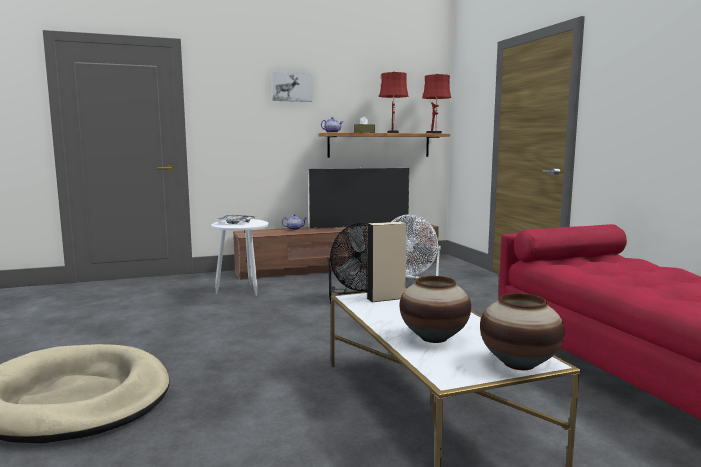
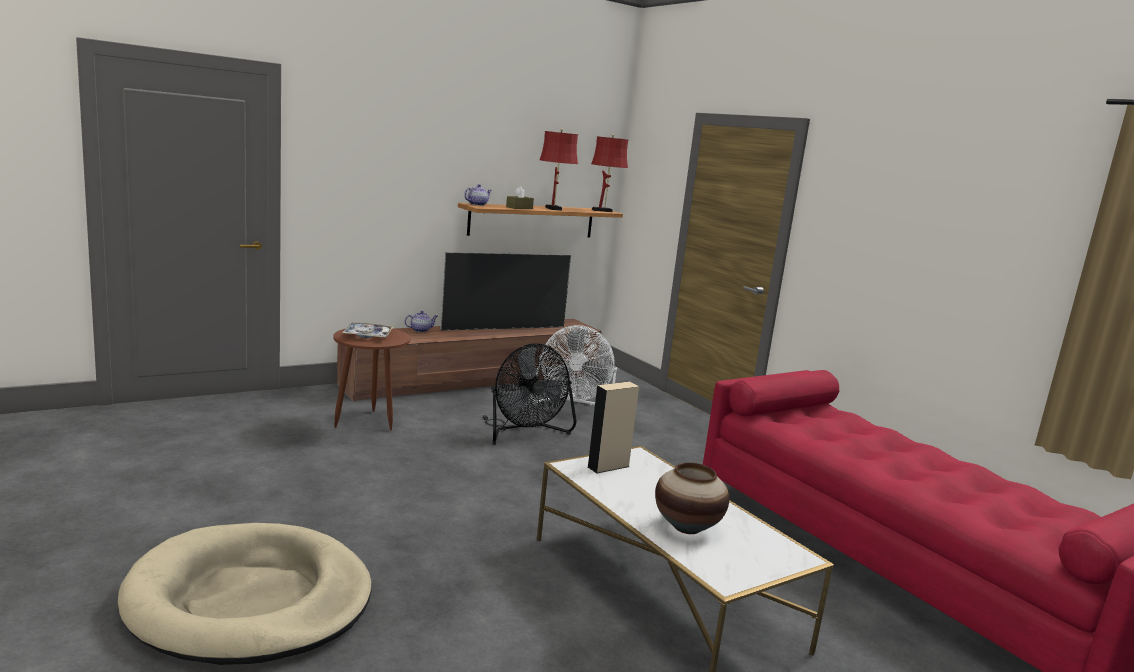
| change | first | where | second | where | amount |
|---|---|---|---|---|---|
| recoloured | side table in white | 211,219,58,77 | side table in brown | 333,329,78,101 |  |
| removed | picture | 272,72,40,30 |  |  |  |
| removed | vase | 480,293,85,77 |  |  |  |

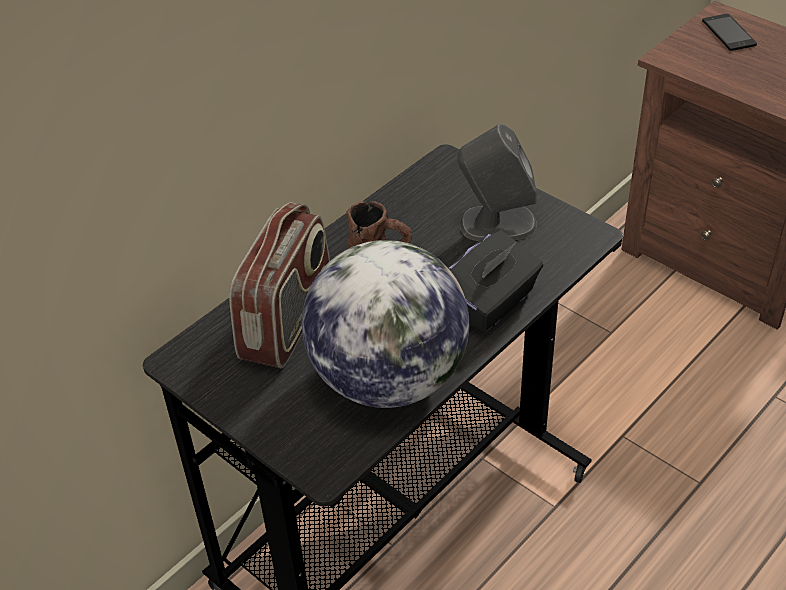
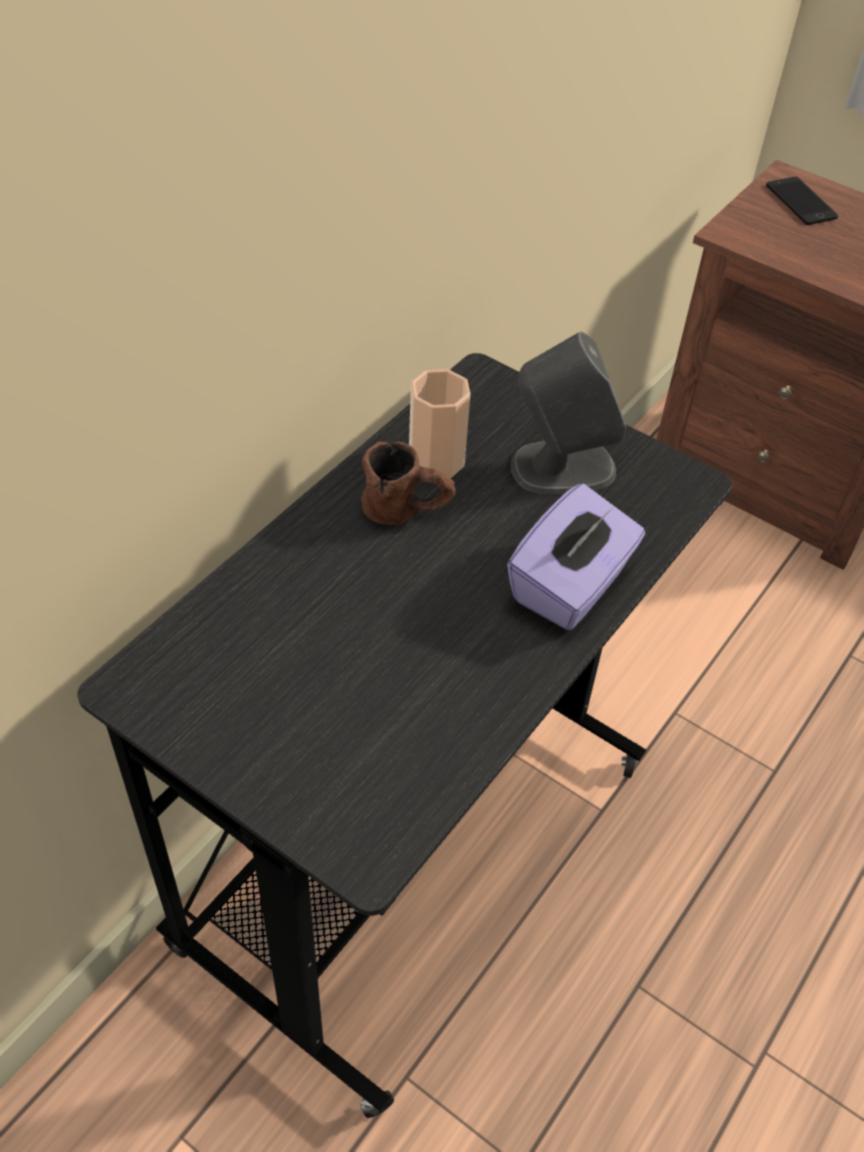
| change | first | where | second | where | amount |
|---|---|---|---|---|---|
| added |  |  | cup | 409,369,61,109 |  |
| recoloured | tissue box in black | 449,230,94,102 | tissue box in purple | 507,483,138,147 |  |
| removed | radio | 229,202,101,167 |  |  |  |
| removed | globe | 302,240,167,168 |  |  |  |

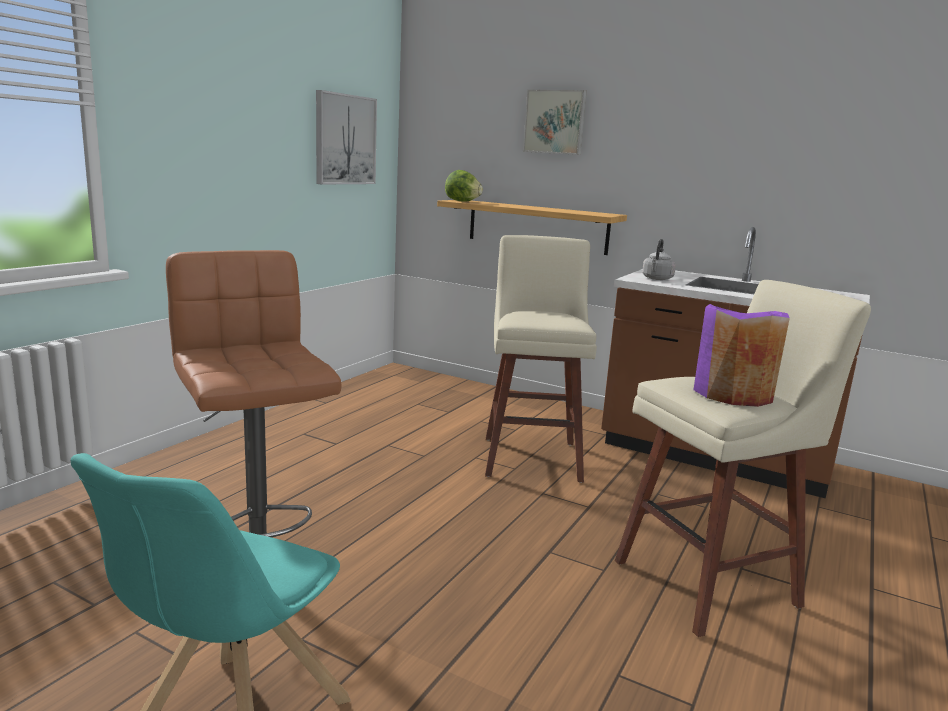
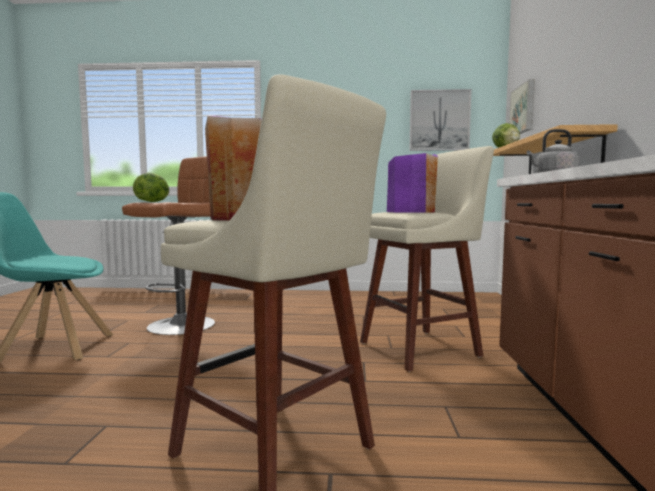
| change | first | where | second | where | amount |
|---|---|---|---|---|---|
| added |  |  | lettuce | 133,172,36,30 |  |
| added |  |  | vase in purple | 387,153,51,60 |  |
| moved | picture | 523,89,64,66 |  | 509,80,26,54 |  |

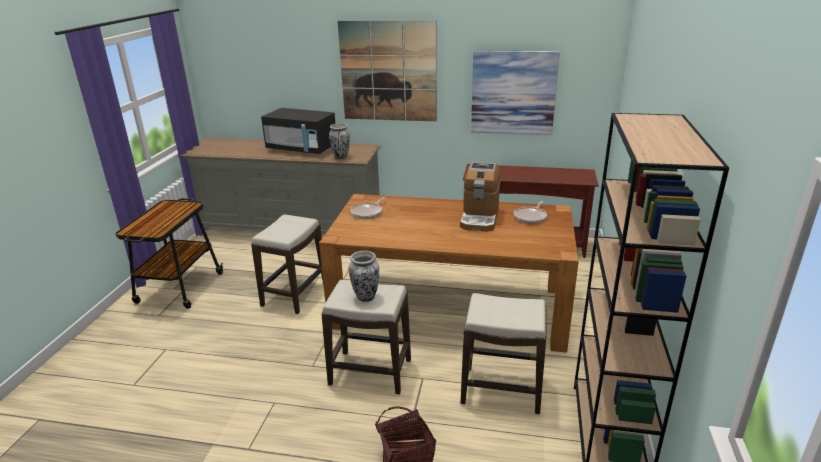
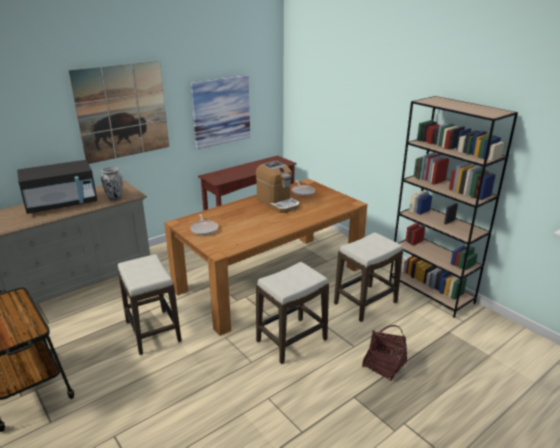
| change | first | where | second | where | amount |
|---|---|---|---|---|---|
| removed | vase | 349,251,30,51 |  |  |  |

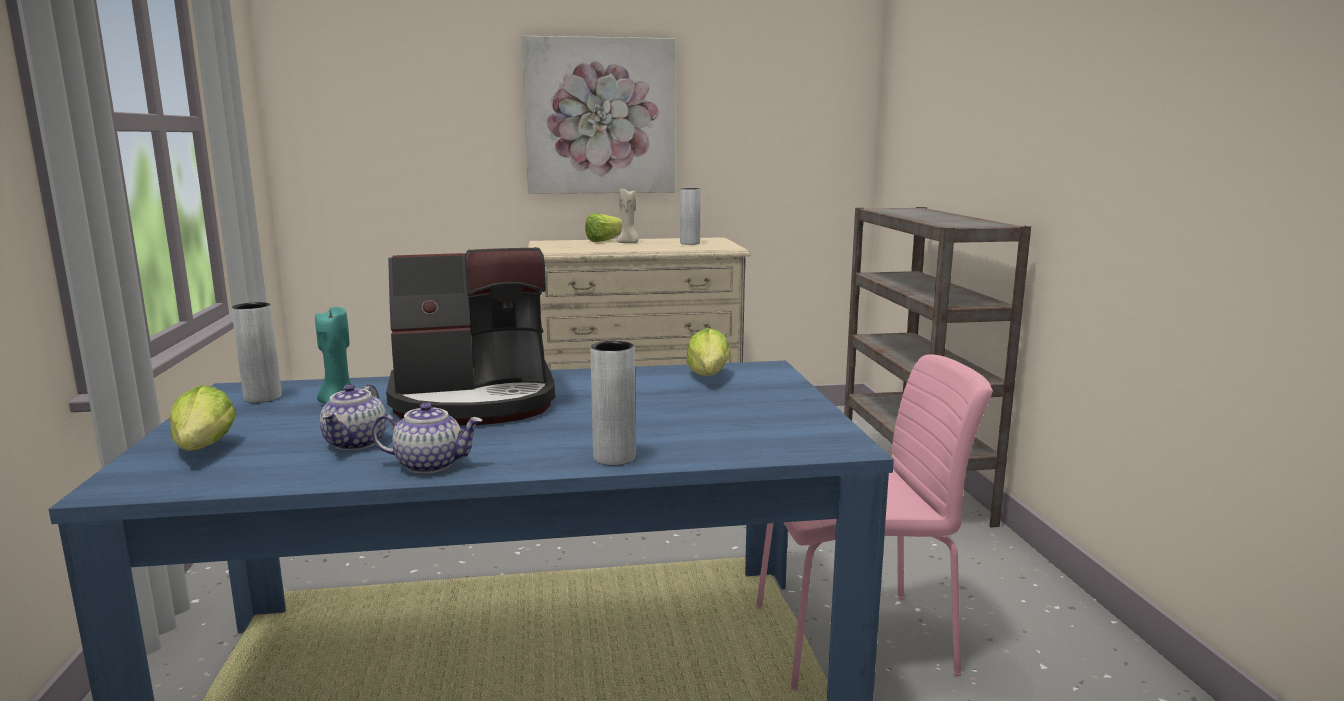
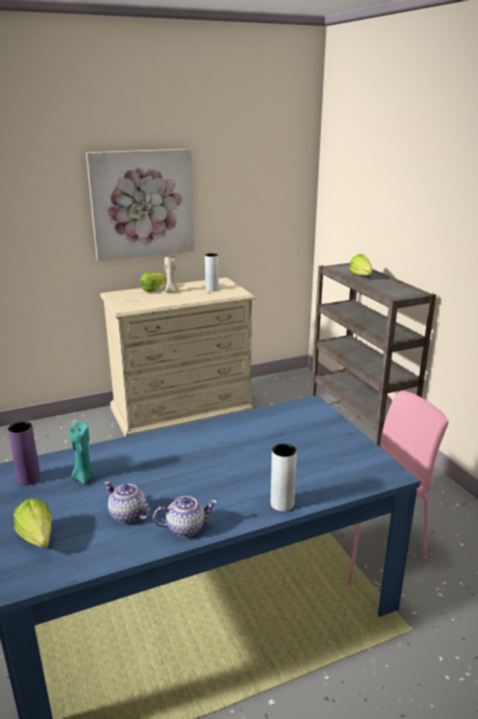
| change | first | where | second | where | amount |
|---|---|---|---|---|---|
| recoloured | vase in grey | 231,302,51,101 | vase in purple | 8,421,33,64 |  |
| turned | teapot | 320,384,67,66 |  | 104,481,46,43 | 135 degrees clockwise |
| moved | lettuce | 686,328,45,48 |  | 349,254,23,22 |  |
| removed | coffee machine | 386,247,169,179 |  |  |  |

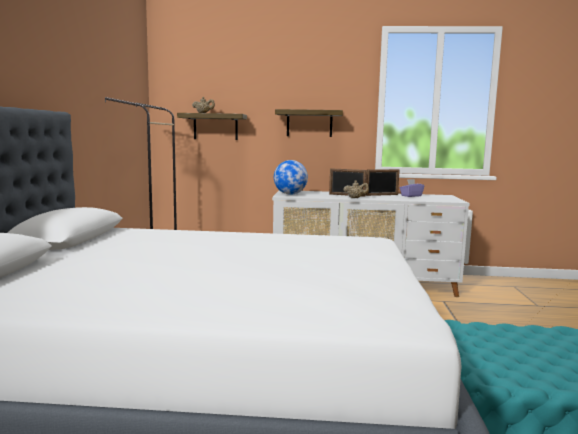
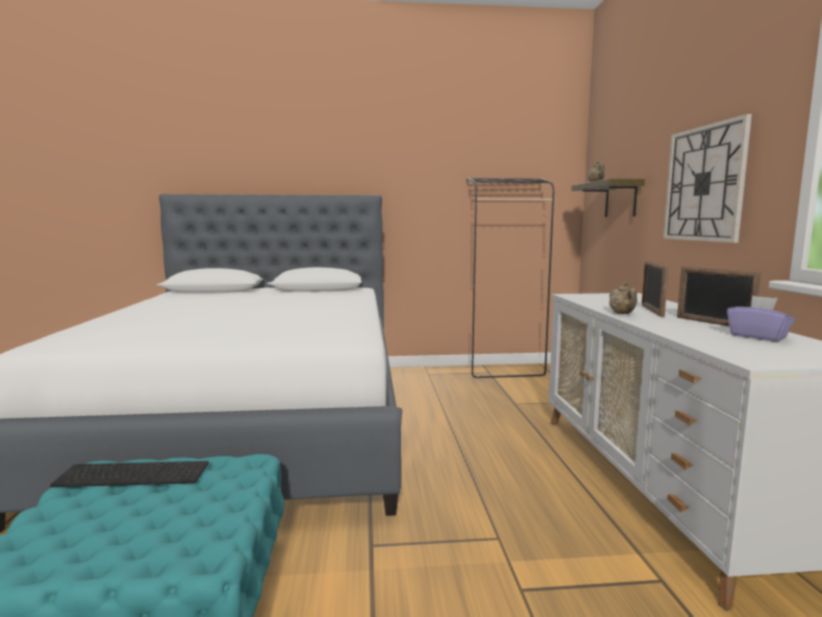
| change | first | where | second | where | amount |
|---|---|---|---|---|---|
| added |  |  | keyboard | 50,461,159,26 |  |
| replaced | shelf | 275,109,68,28 | wall clock | 663,114,89,129 |  |
| removed | globe | 274,160,34,35 |  |  |  |

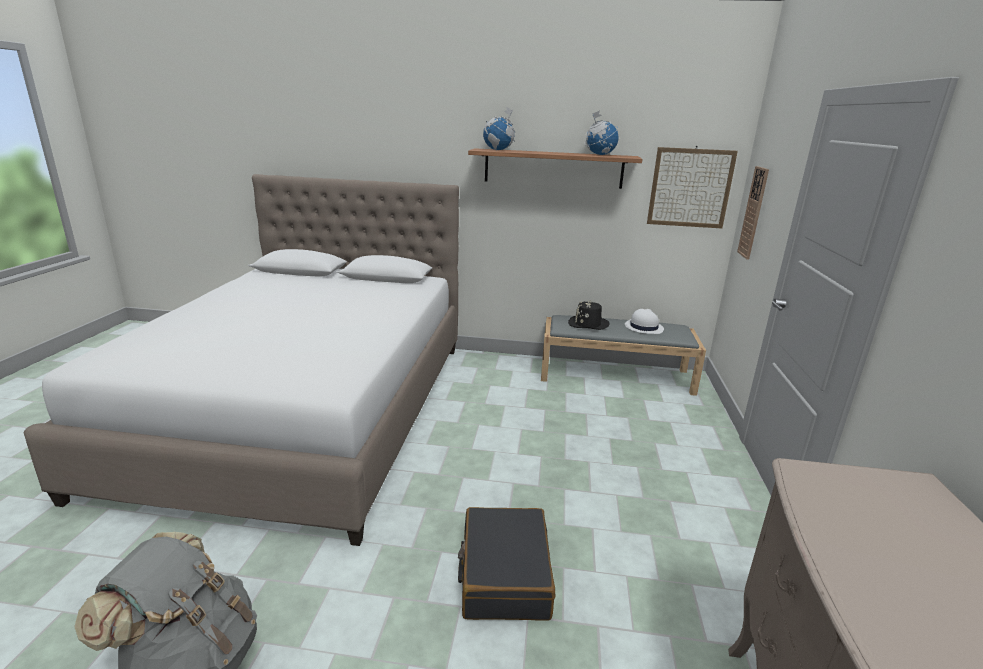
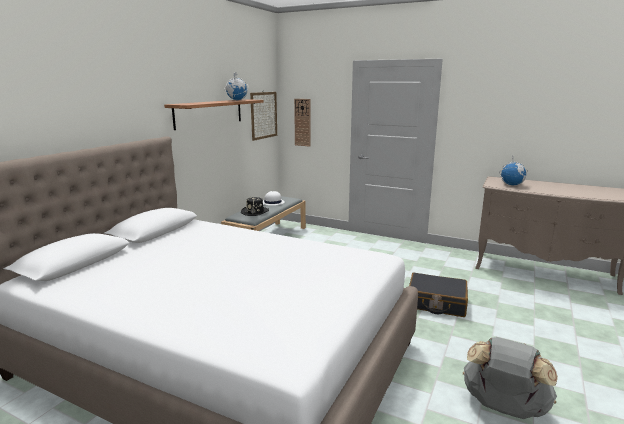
| change | first | where | second | where | amount |
|---|---|---|---|---|---|
| moved | globe | 483,107,32,43 |  | 499,155,29,31 |  |

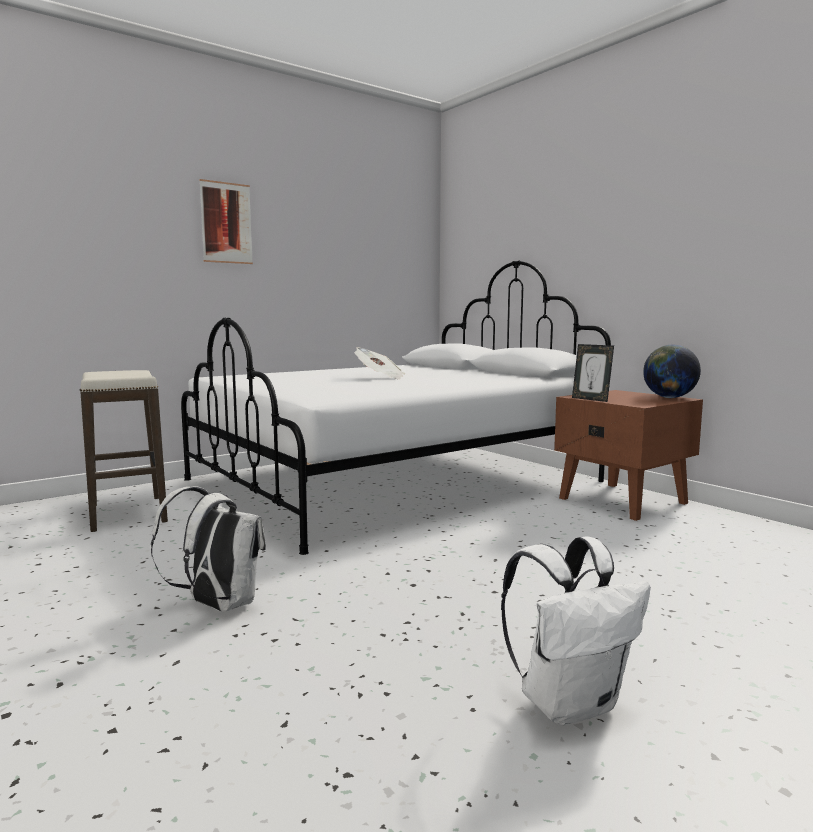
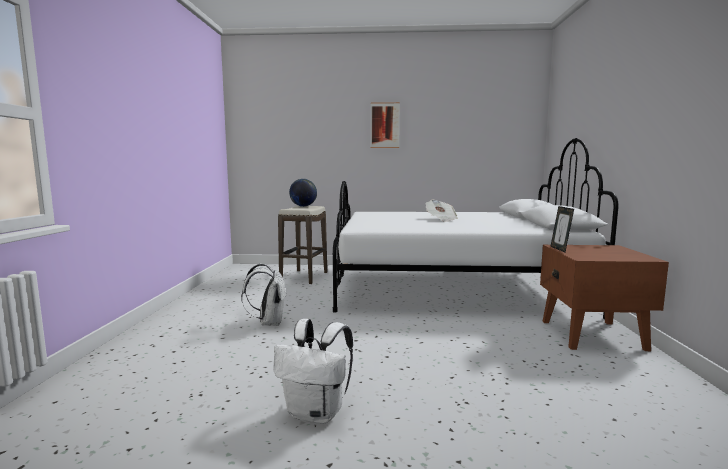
| change | first | where | second | where | amount |
|---|---|---|---|---|---|
| moved | globe | 643,344,58,54 |  | 289,179,28,28 |  |

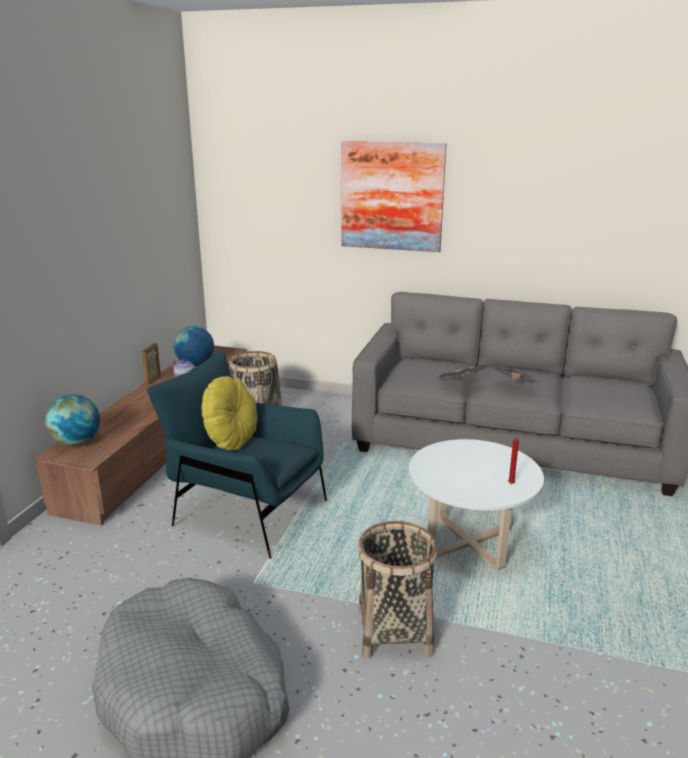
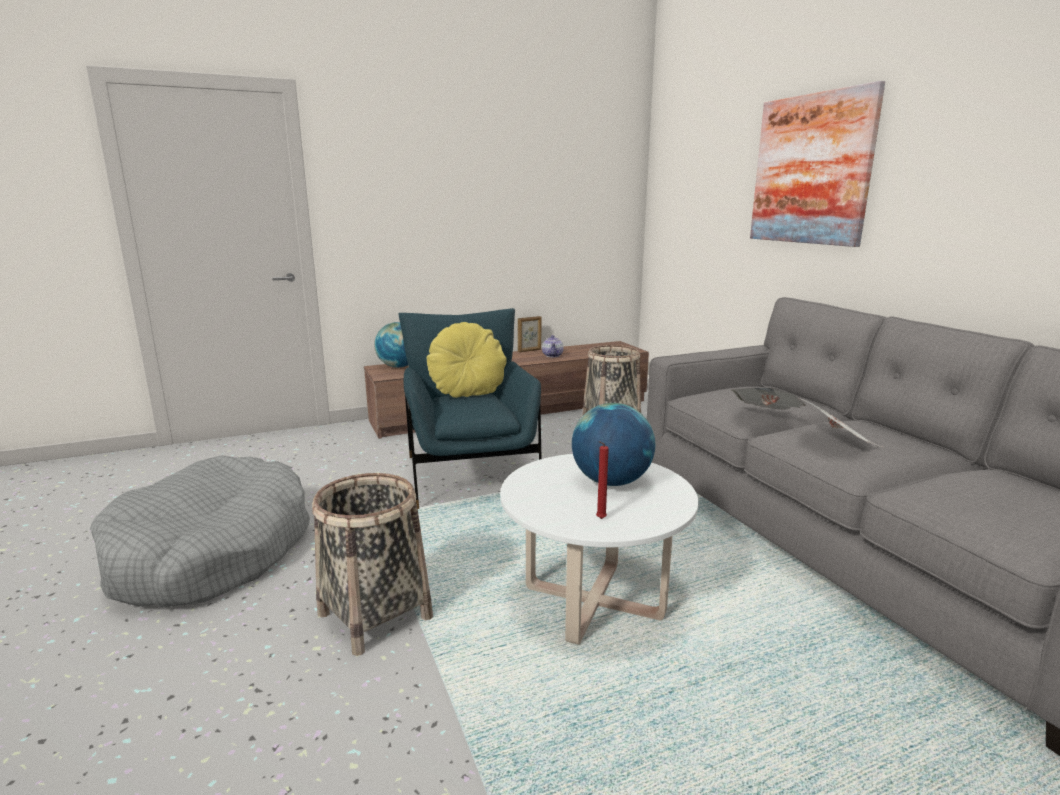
| change | first | where | second | where | amount |
|---|---|---|---|---|---|
| moved | globe | 174,326,40,40 |  | 572,403,83,83 |  |

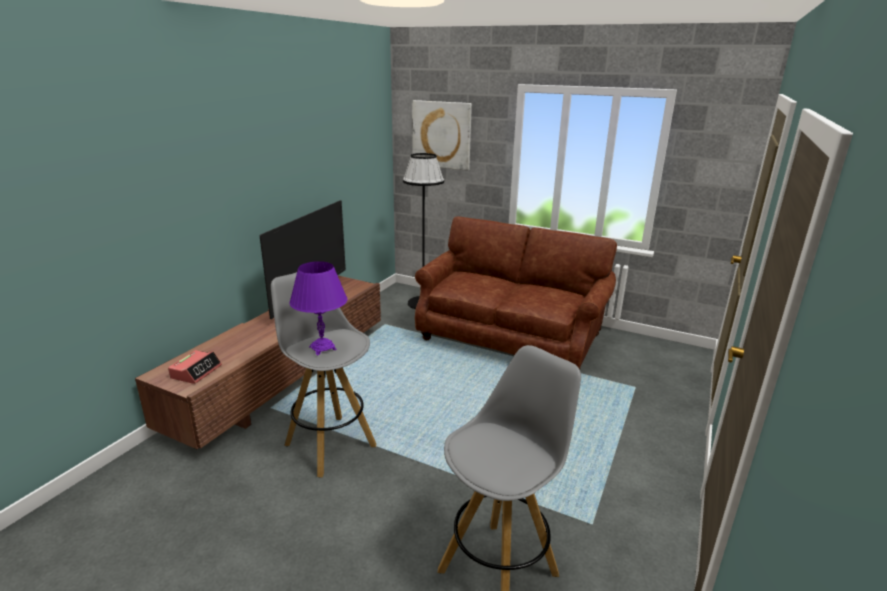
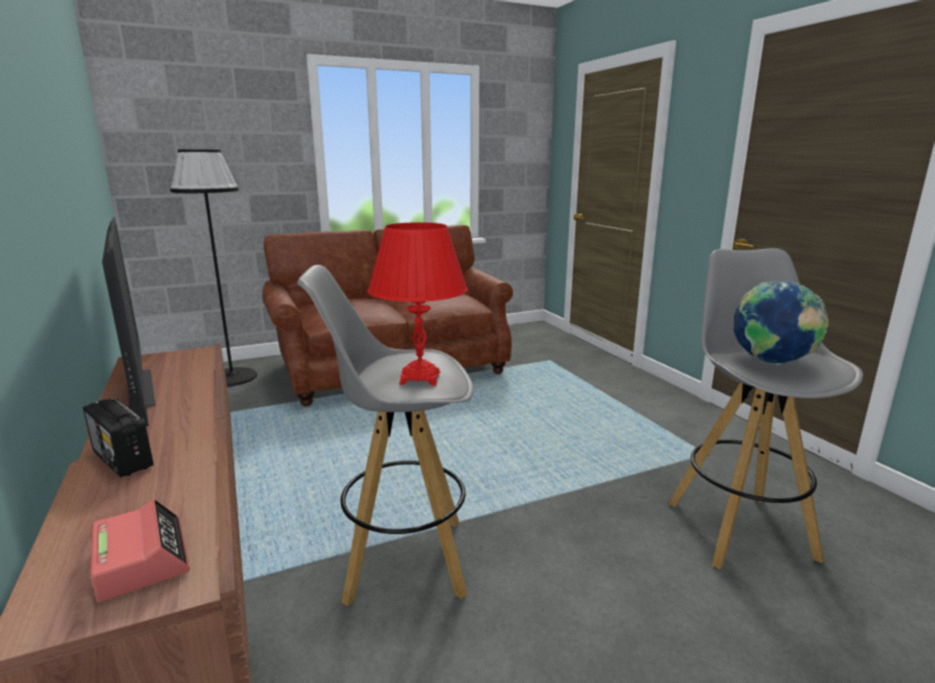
| change | first | where | second | where | amount |
|---|---|---|---|---|---|
| added |  |  | radio | 83,398,71,80 |  |
| recoloured | table lamp in purple | 289,261,58,95 | table lamp in red | 368,222,100,164 |  |
| added |  |  | globe | 734,281,94,84 |  |
| removed | picture | 412,100,60,71 |  |  |  |

